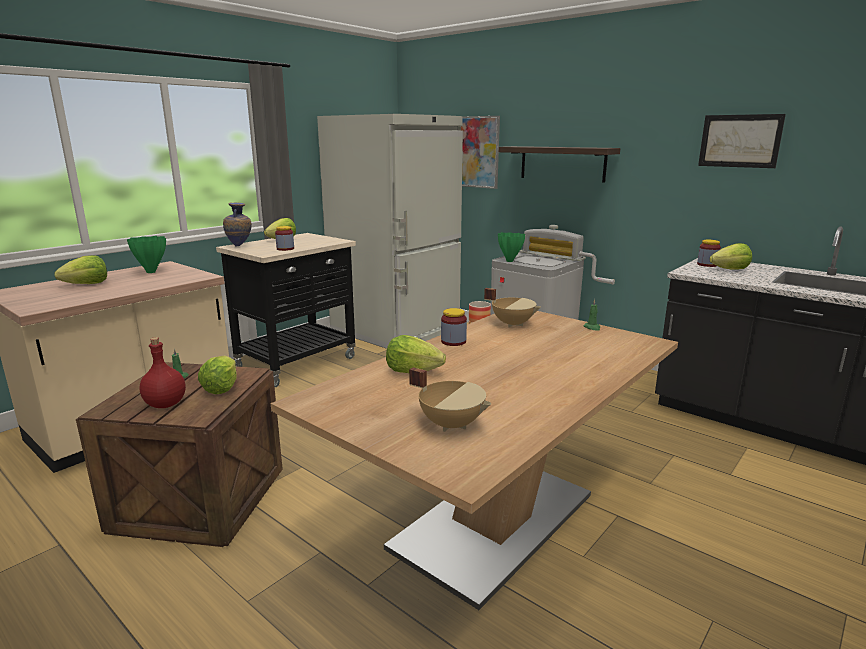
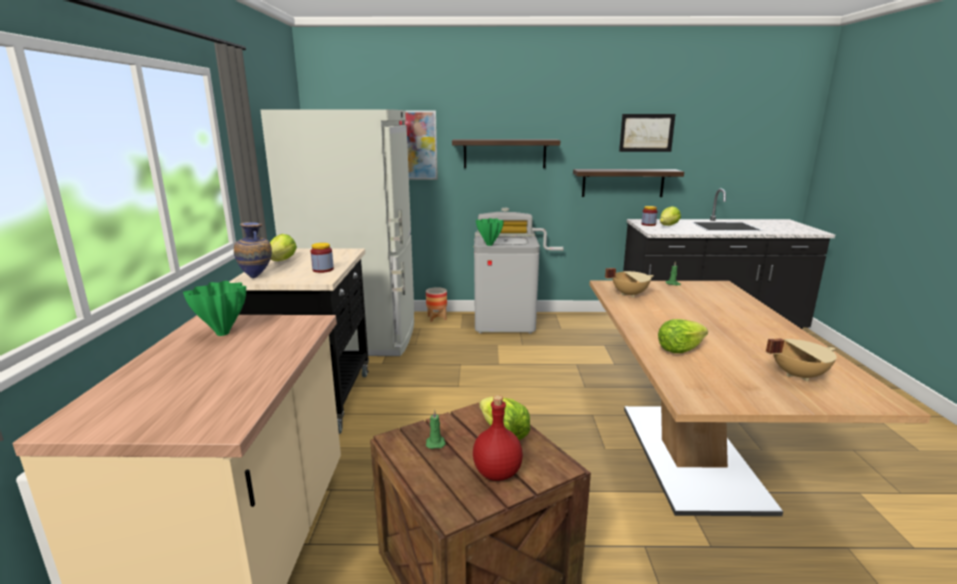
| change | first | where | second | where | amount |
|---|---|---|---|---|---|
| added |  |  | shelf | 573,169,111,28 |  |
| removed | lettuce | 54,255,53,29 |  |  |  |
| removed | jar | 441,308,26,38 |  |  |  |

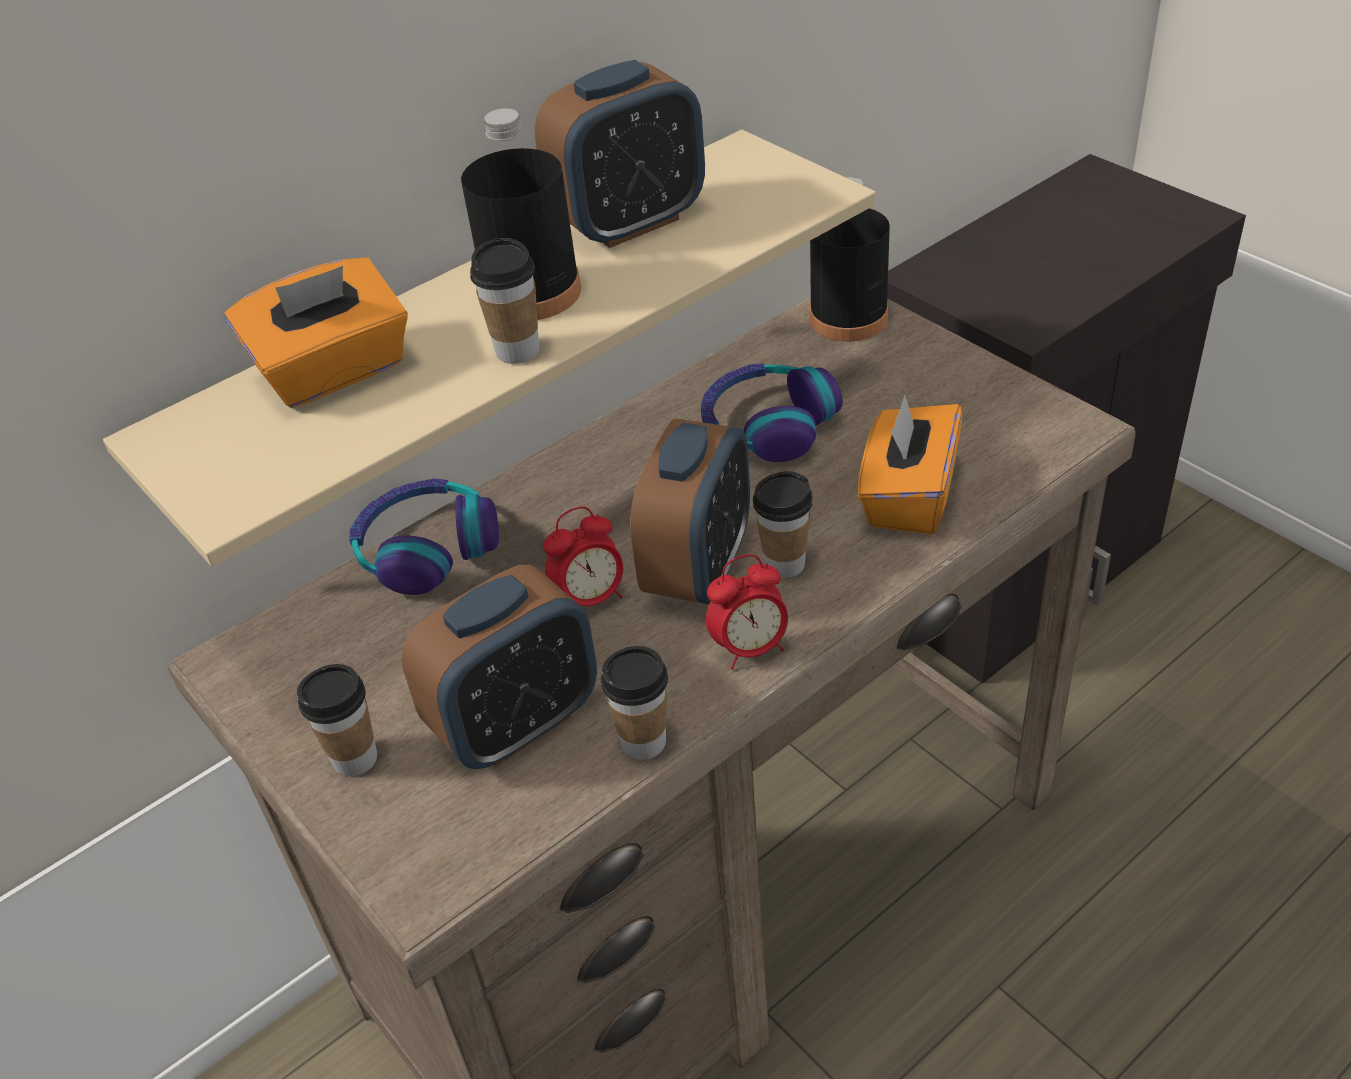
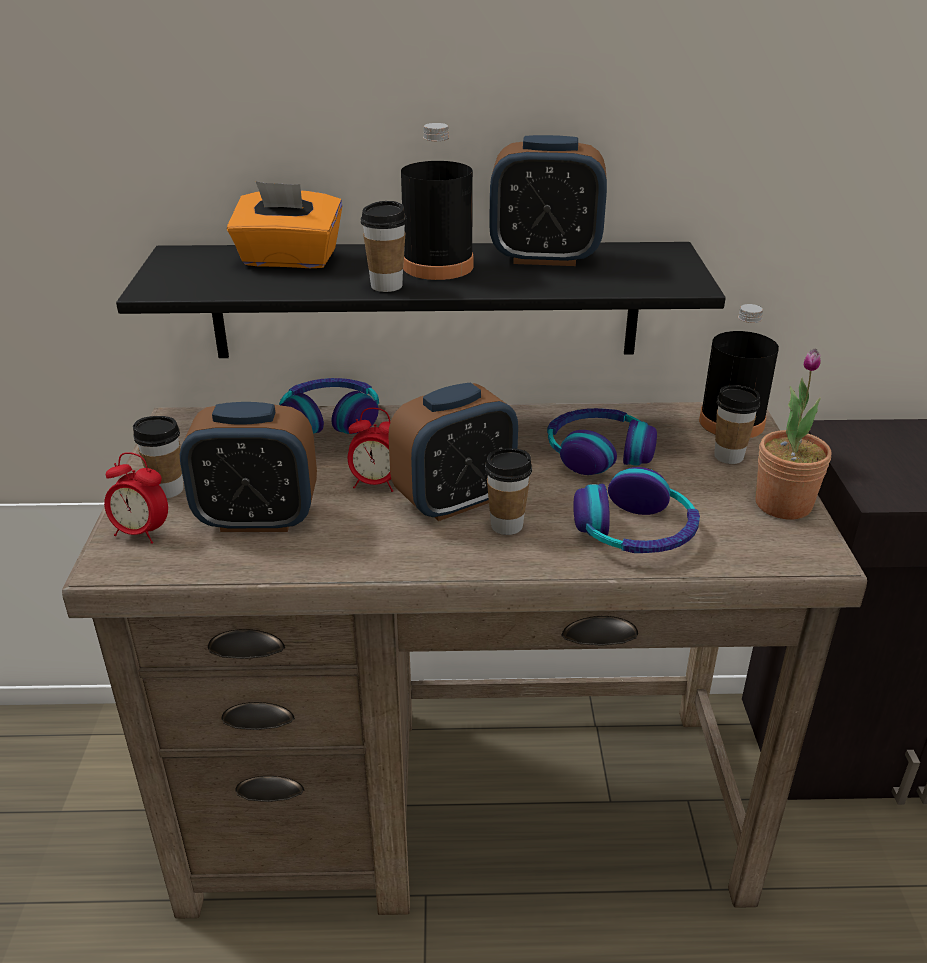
| change | first | where | second | where | amount |
|---|---|---|---|---|---|
| moved | alarm clock | 706,554,82,115 |  | 104,452,64,92 |  |
| recoloured | shelf in beige | 103,130,773,437 | shelf in black | 116,242,610,116 |  |
| replaced | tissue box in orange | 858,395,104,140 | headphones | 573,467,127,86 |  |
| moved | cup | 601,646,67,114 |  | 714,385,47,79 |  |
| added |  |  | potted plant | 755,348,77,171 |  |

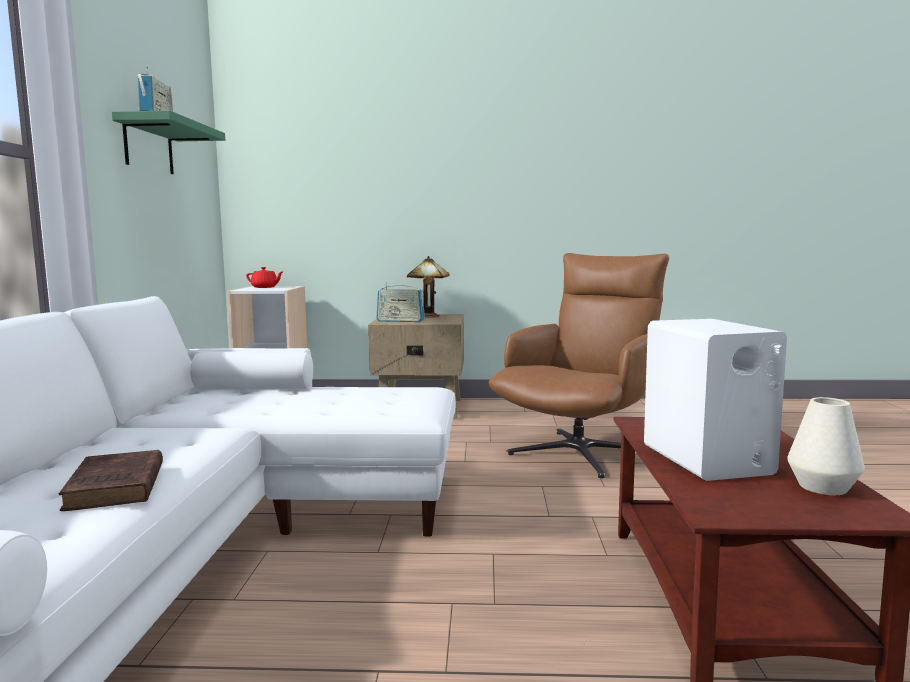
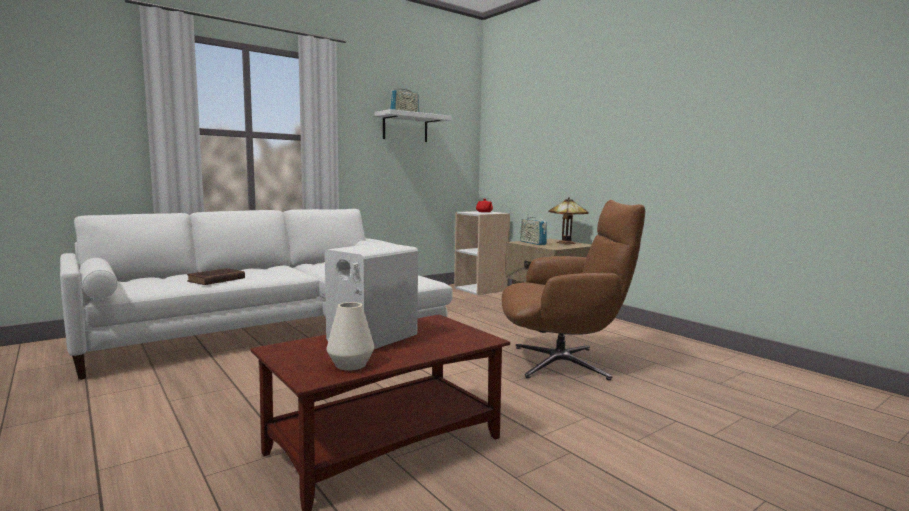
| change | first | where | second | where | amount |
|---|---|---|---|---|---|
| recoloured | shelf in green | 112,110,113,64 | shelf in white | 374,109,77,33 |  |

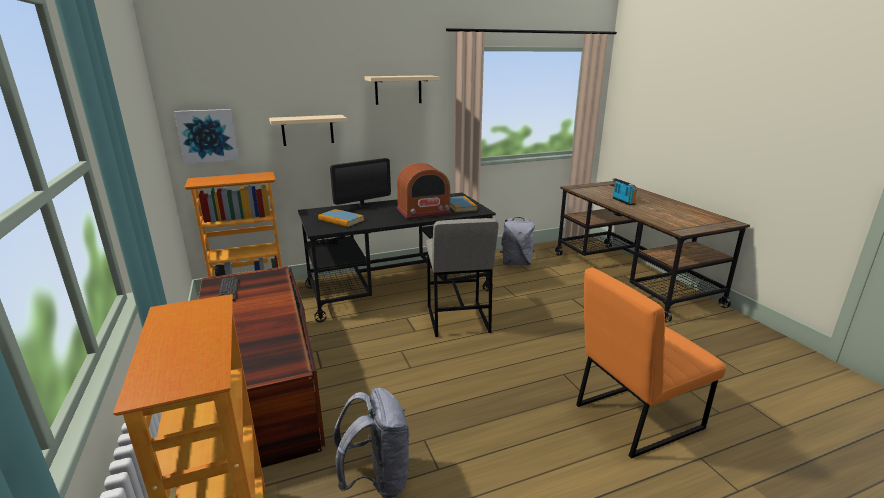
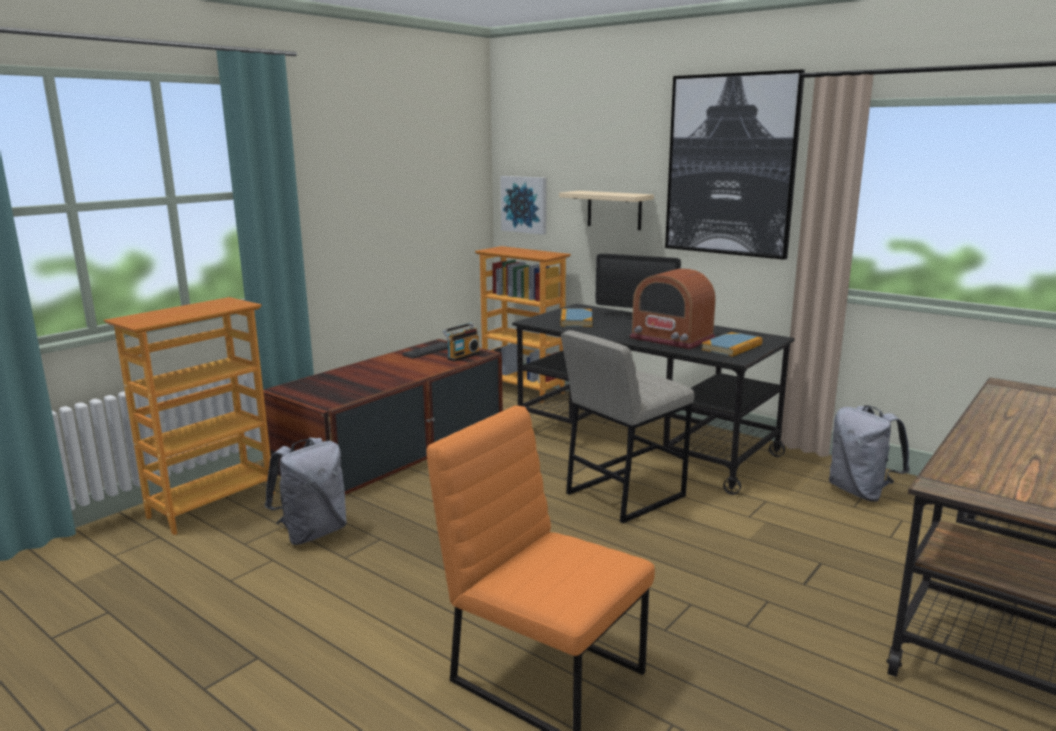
| change | first | where | second | where | amount |
|---|---|---|---|---|---|
| moved | radio | 612,178,25,27 |  | 443,323,37,39 |  |
| replaced | shelf in beige | 364,75,75,30 | picture | 665,69,140,191 |  |

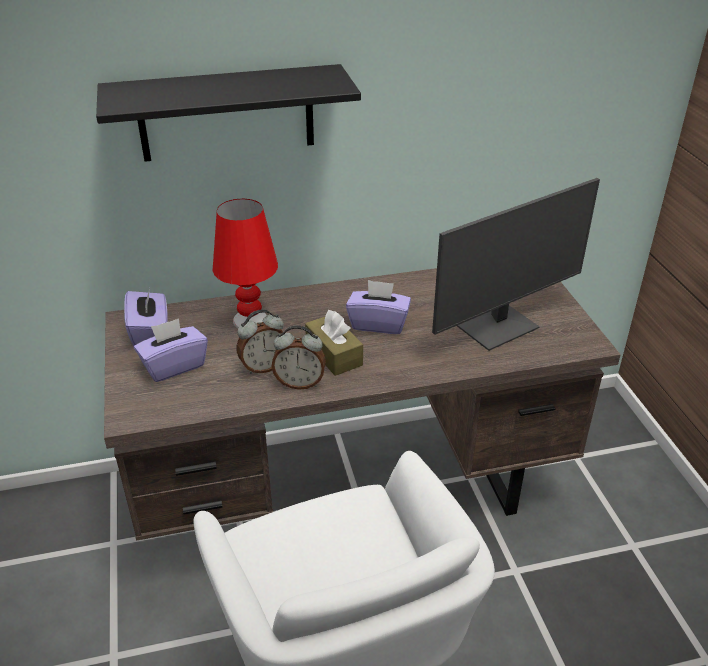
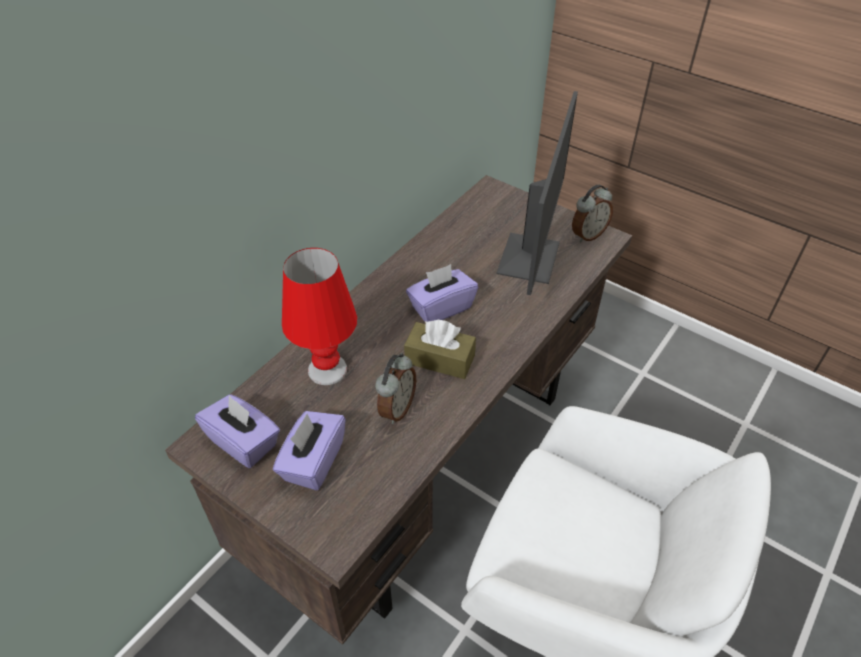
| change | first | where | second | where | amount |
|---|---|---|---|---|---|
| moved | alarm clock | 272,325,54,65 |  | 572,185,41,58 |  |
| removed | shelf in black | 96,64,265,98 |  |  |  |

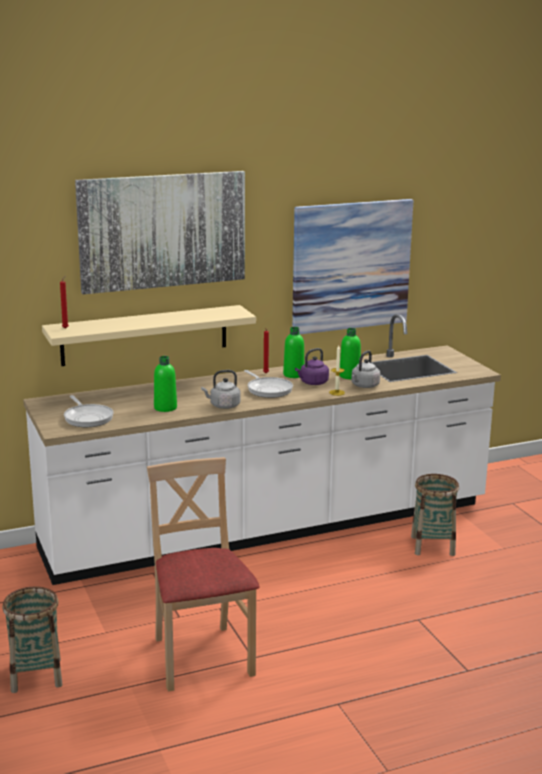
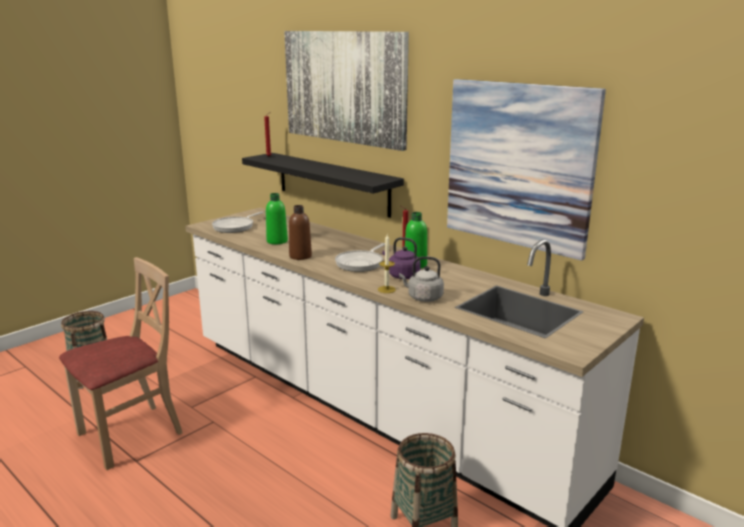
| change | first | where | second | where | amount |
|---|---|---|---|---|---|
| recoloured | shelf in beige | 42,305,214,61 | shelf in black | 242,153,162,65 |  |
| replaced | kettle in grey | 201,370,40,39 | bottle in brown | 289,205,23,55 |  |
| removed | bottle in green | 340,328,21,51 |  |  |  |

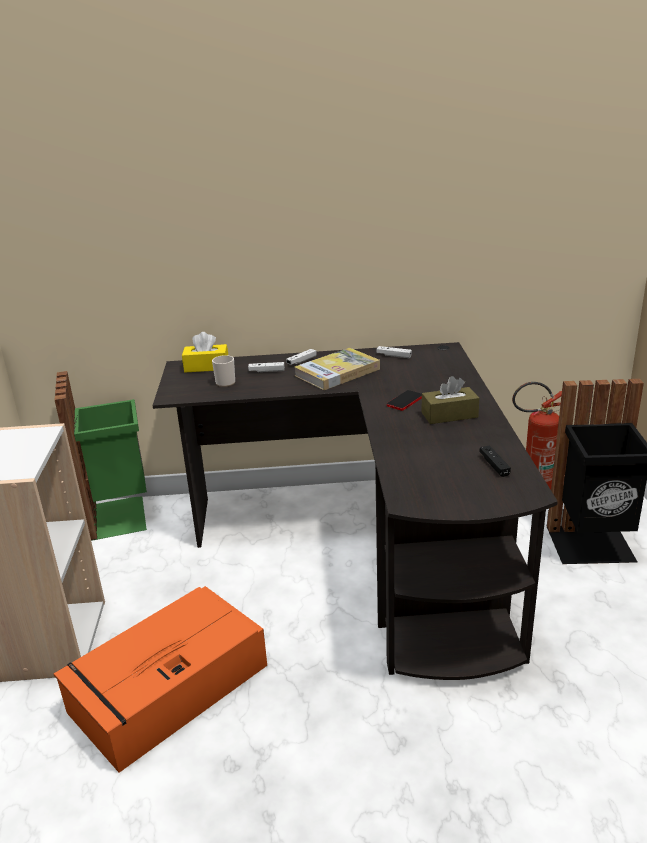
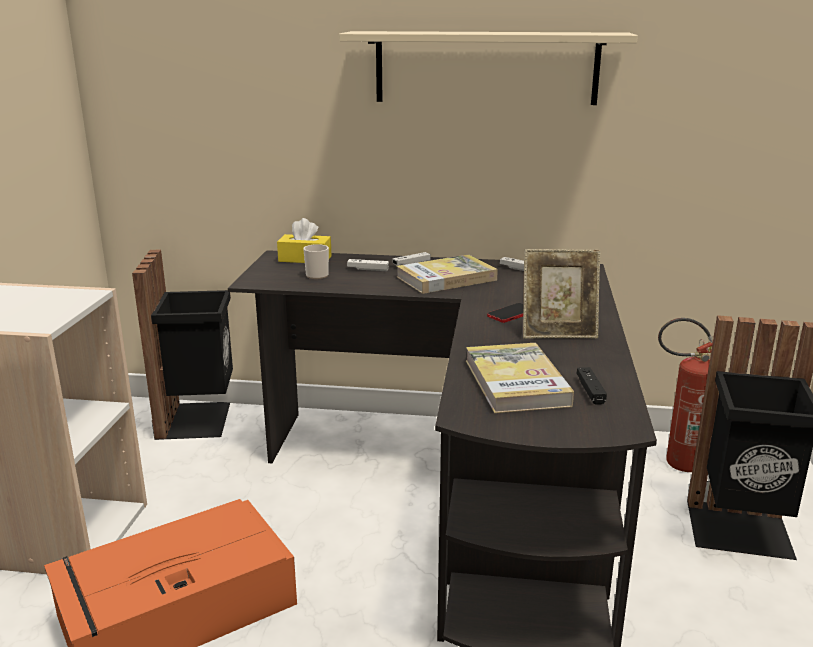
| change | first | where | second | where | amount |
|---|---|---|---|---|---|
| recoloured | trash can in green | 55,371,92,170 | trash can in black | 132,250,101,190 |  |
| added |  |  | shelf in beige | 339,31,299,74 |  |
| added |  |  | book | 466,343,108,70 |  |
| replaced | tissue box in brown | 421,376,58,48 | picture frame | 523,249,77,90 |  |

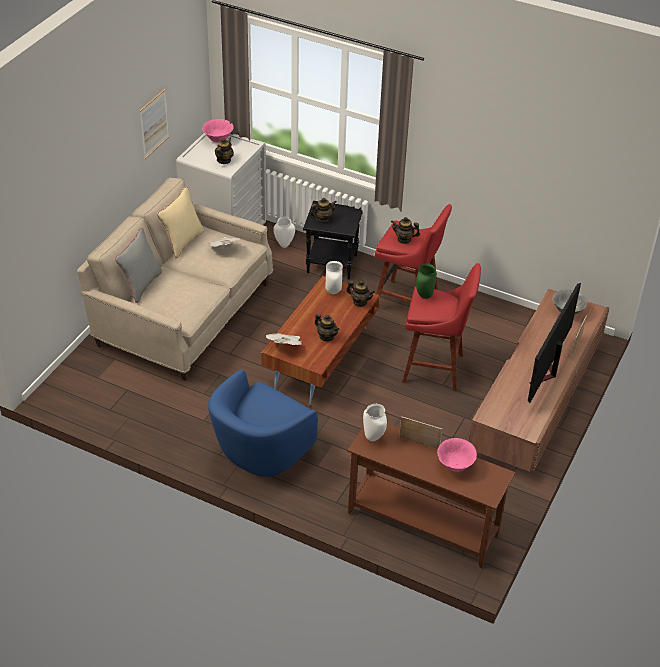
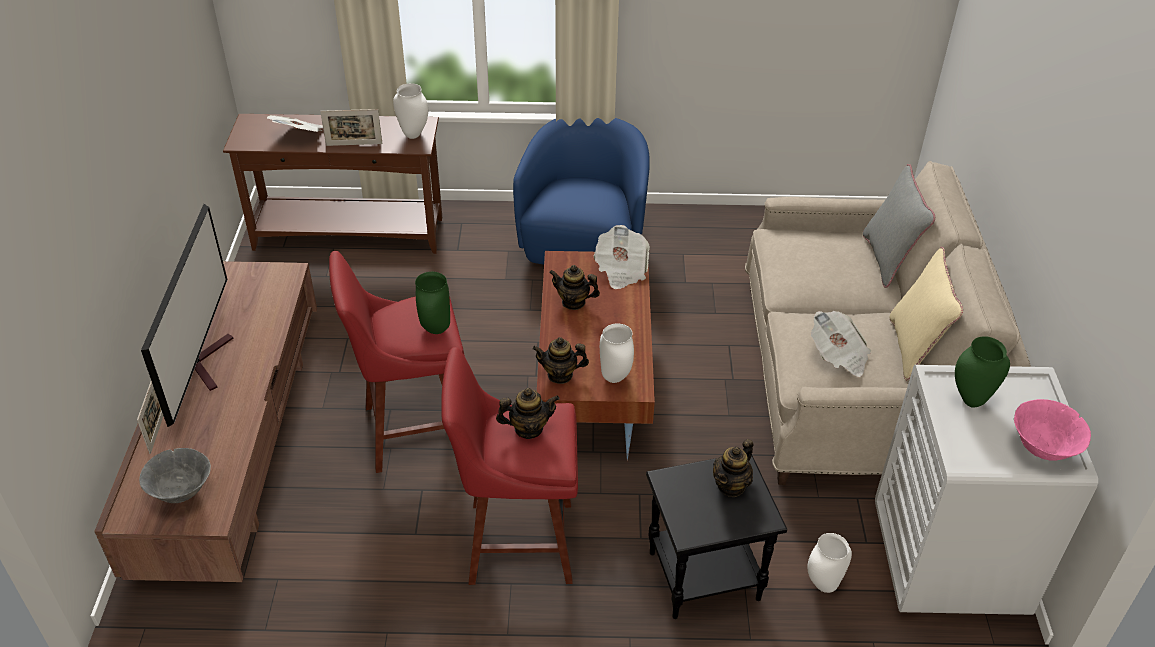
| change | first | where | second | where | amount |
|---|---|---|---|---|---|
| replaced | bowl in pink | 437,438,40,34 | newspaper | 267,115,56,17 |  |
| replaced | teapot | 215,137,19,27 | vase in green | 955,336,55,72 |  |
| removed | picture | 140,89,29,70 |  |  |  |

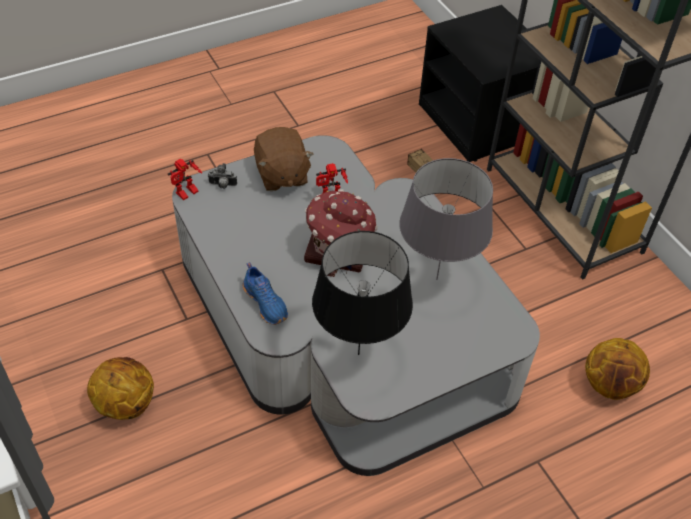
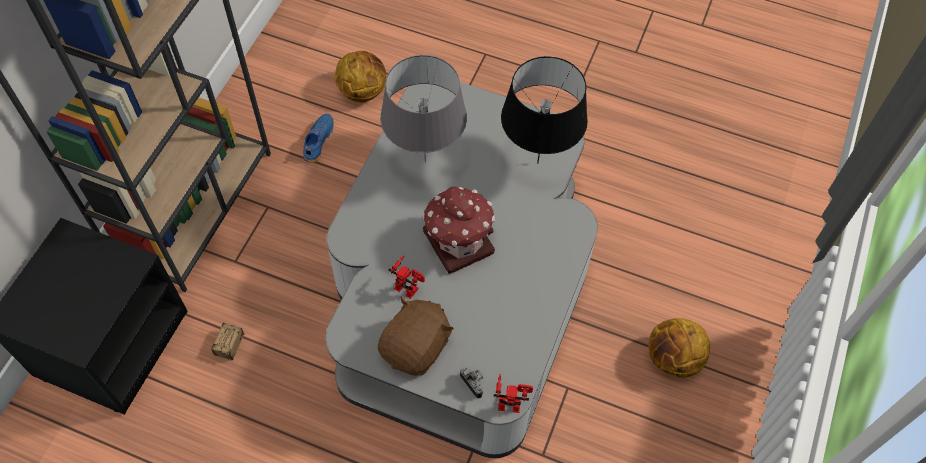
| change | first | where | second | where | amount |
|---|---|---|---|---|---|
| moved | shoe in blue | 243,262,45,63 |  | 303,113,31,50 |  |

